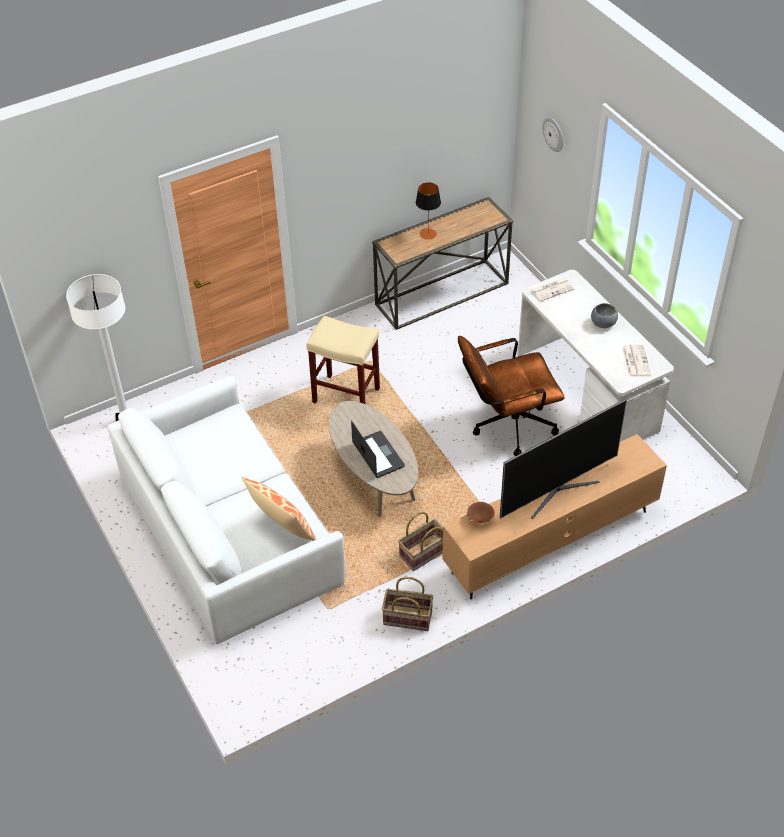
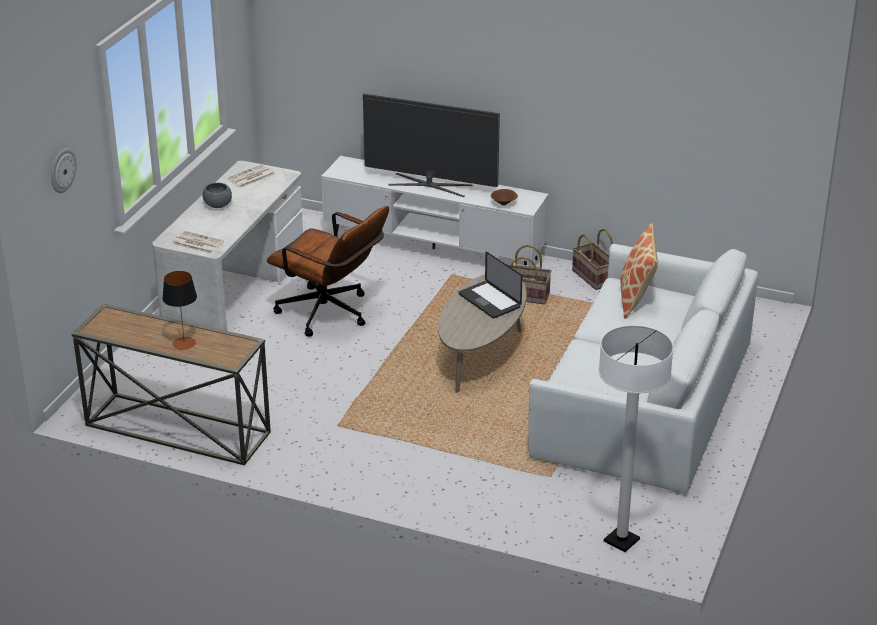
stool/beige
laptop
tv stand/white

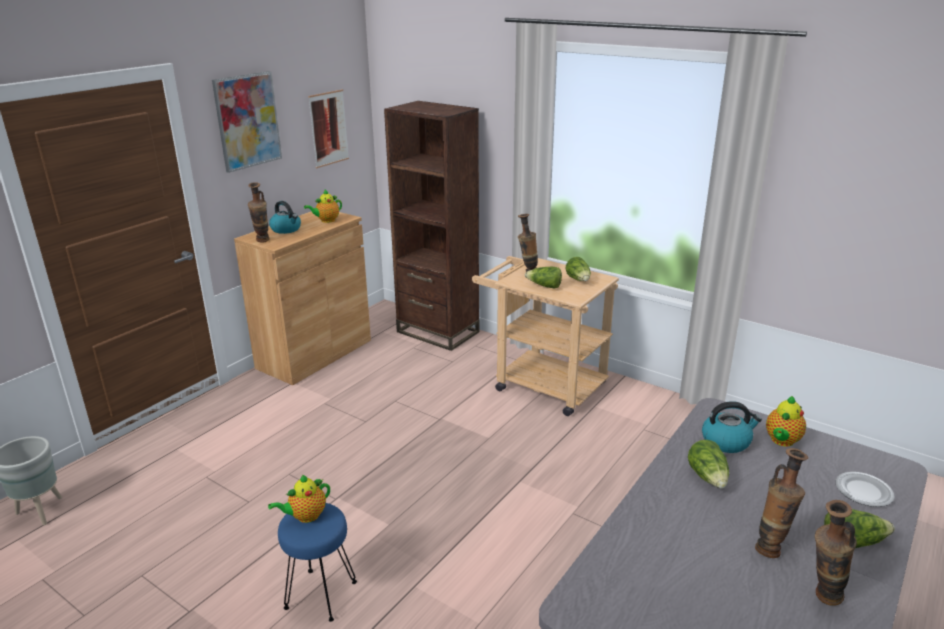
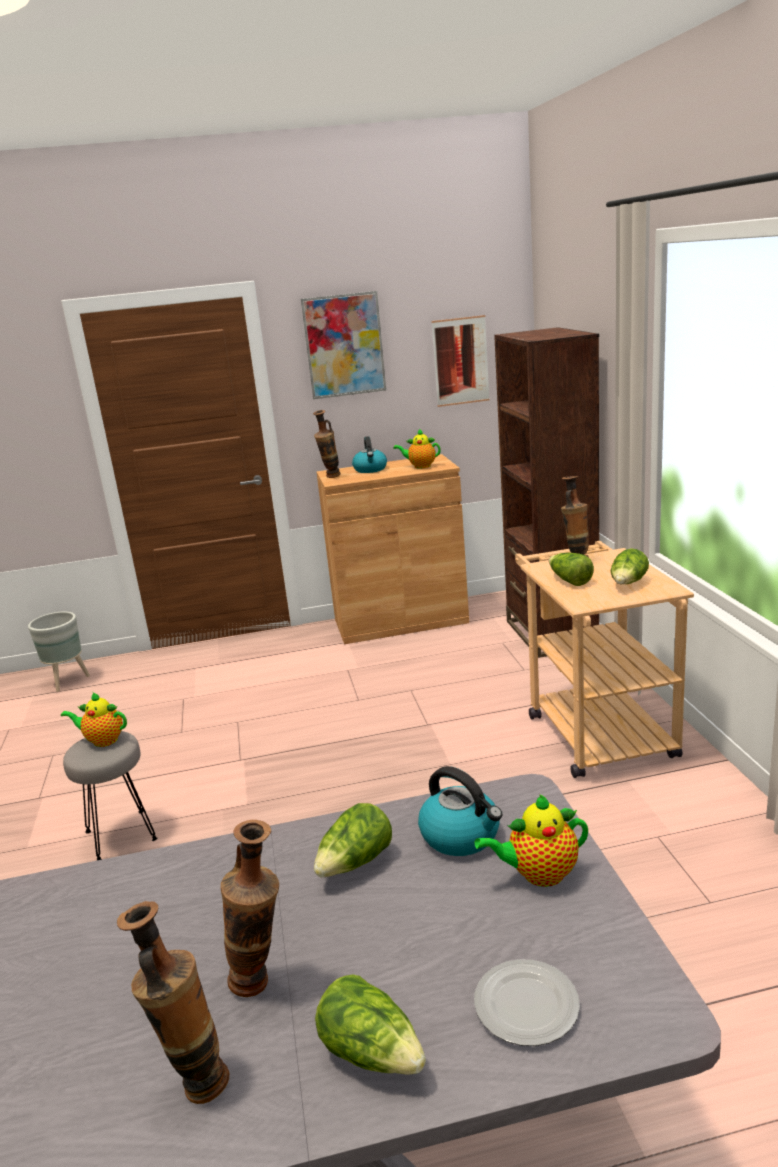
stool/grey

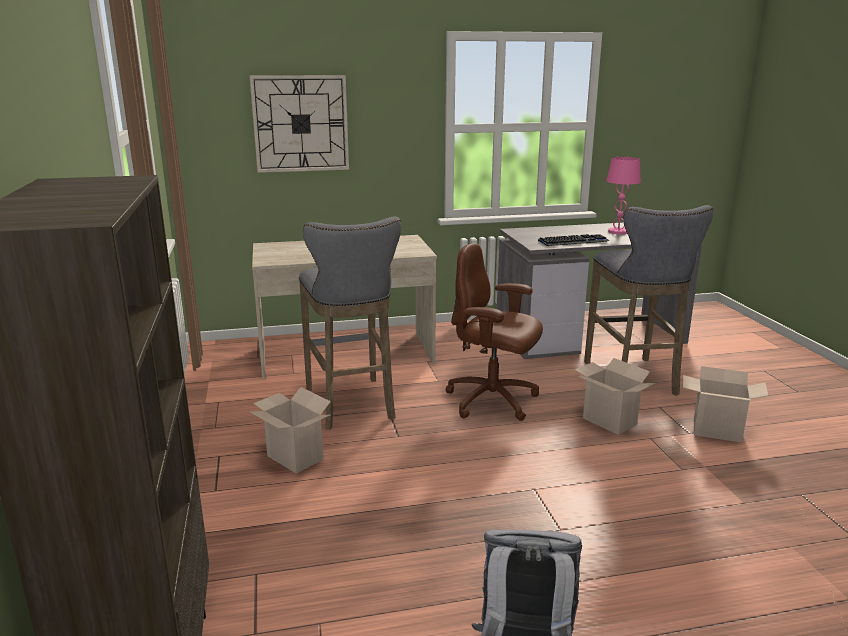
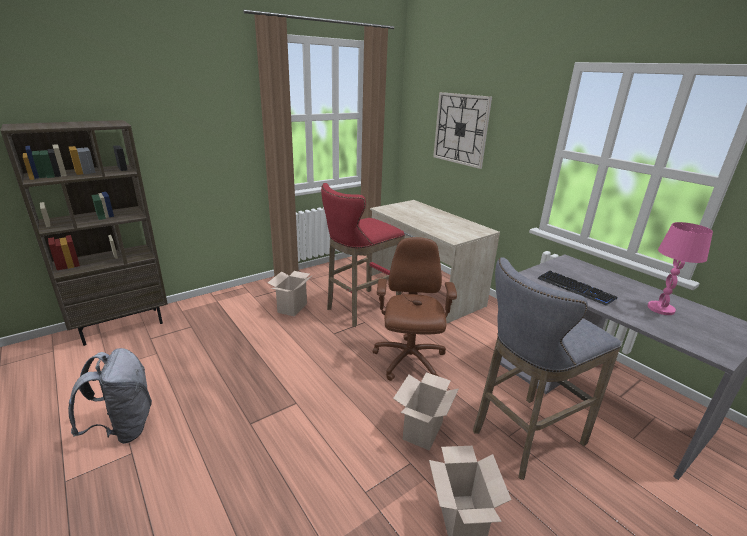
stool/red

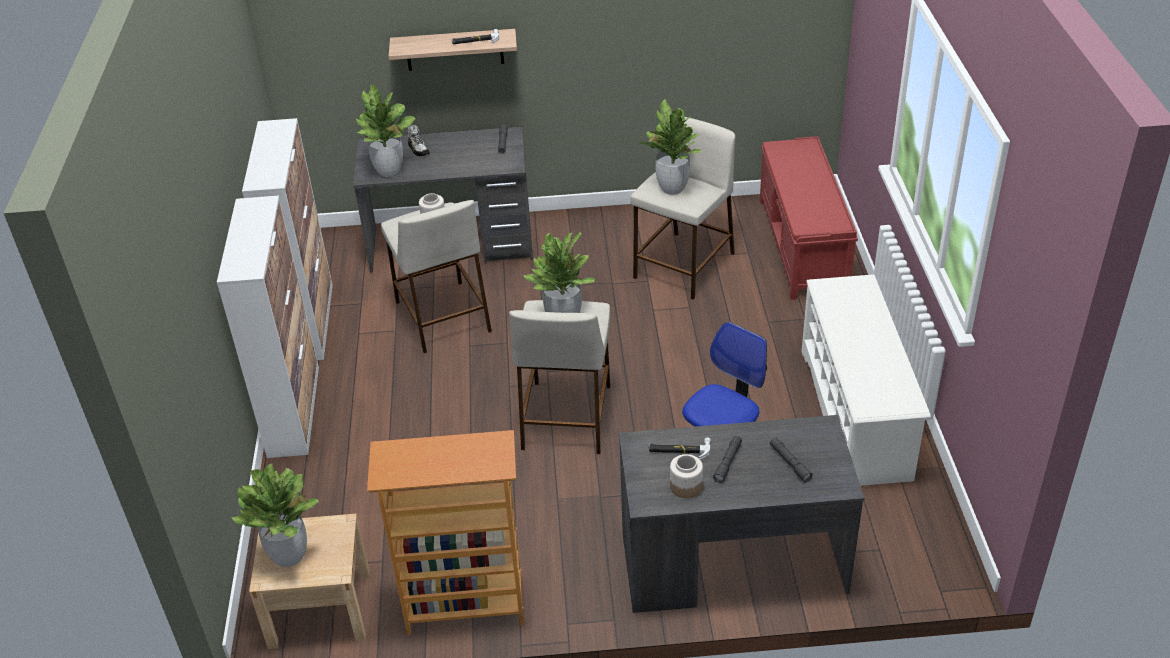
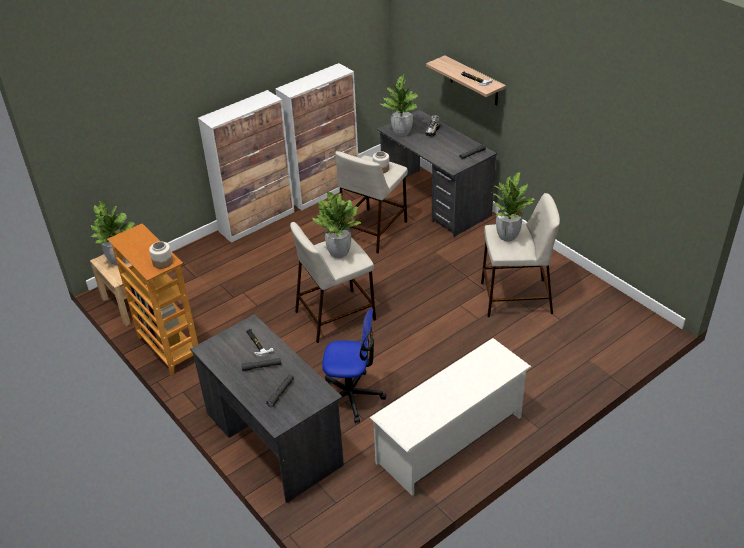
jar (no. 1 from left)
bench/red

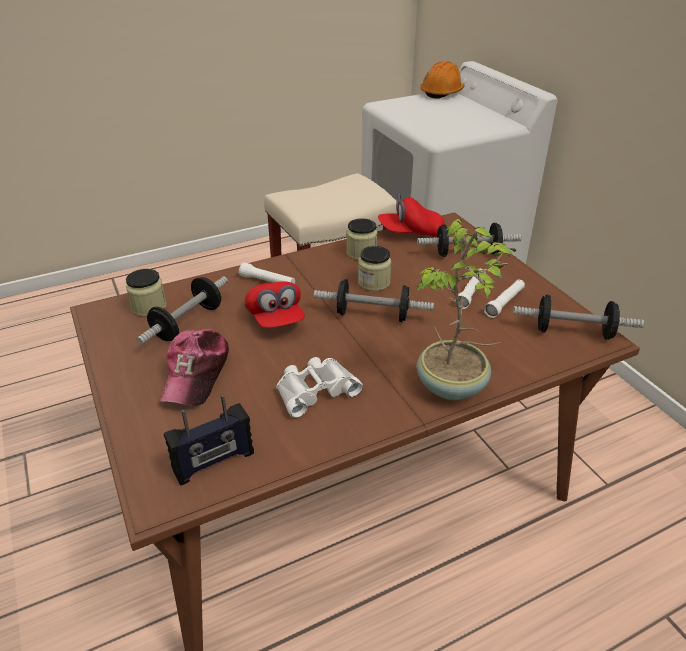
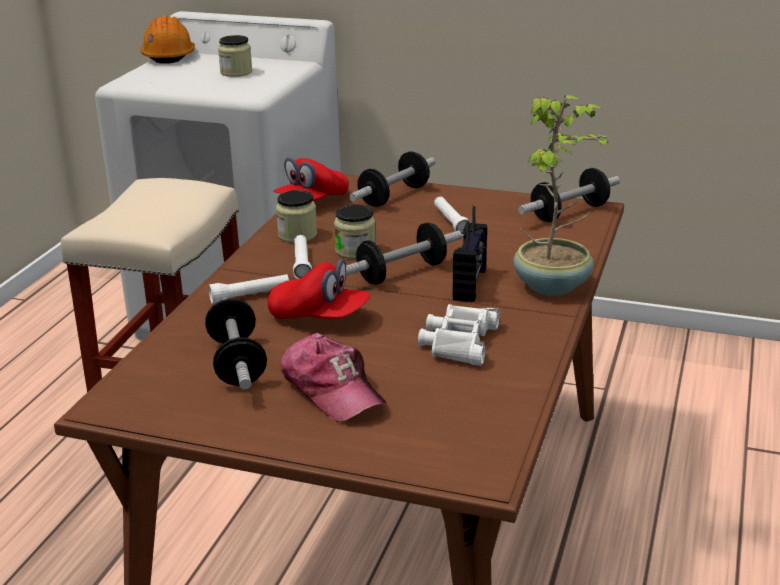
jar (no. 1 from left)
radio
flashlight/white (no. 2 from left)

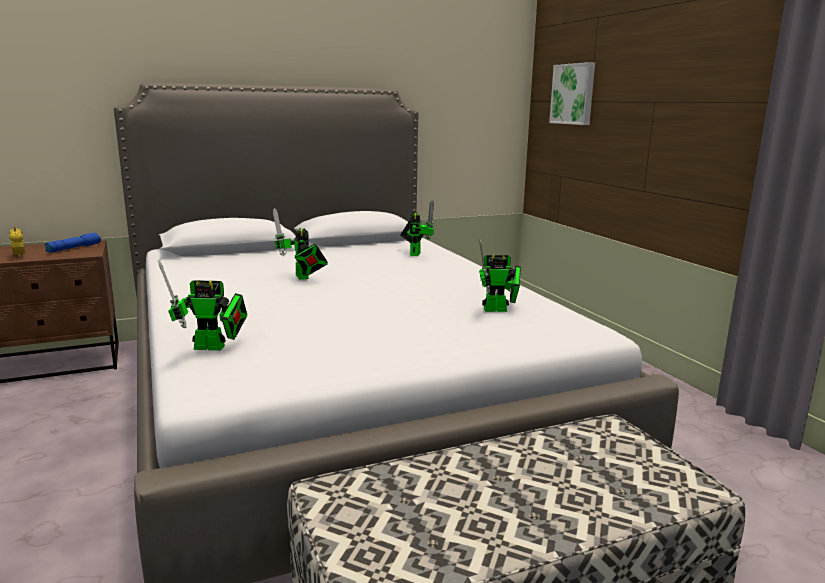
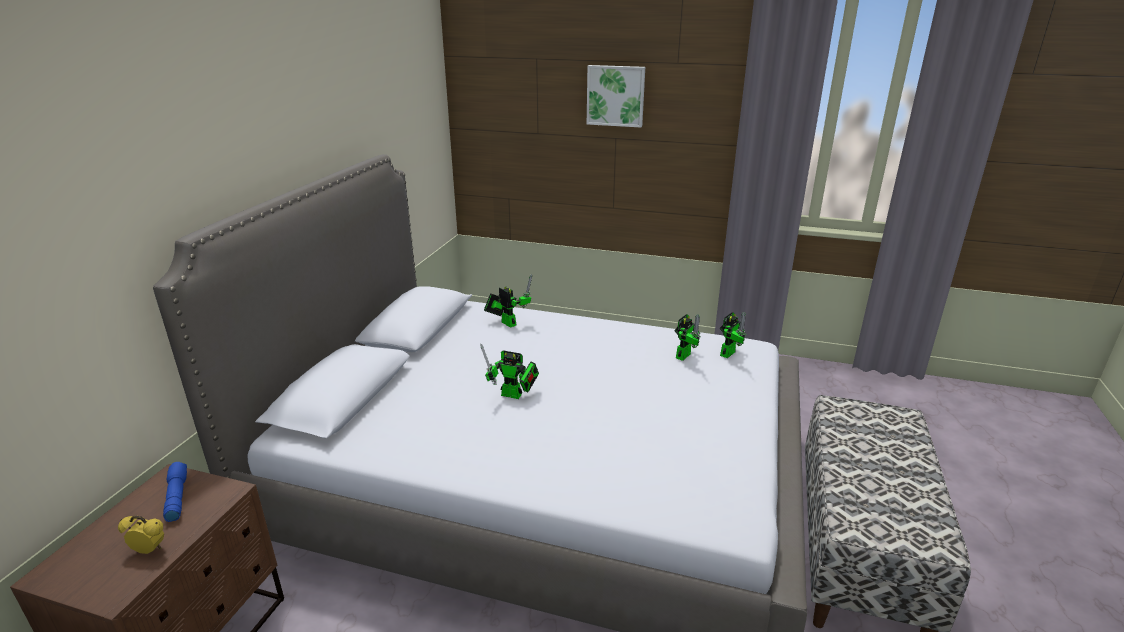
toy robot (no. 4 from left)
picture

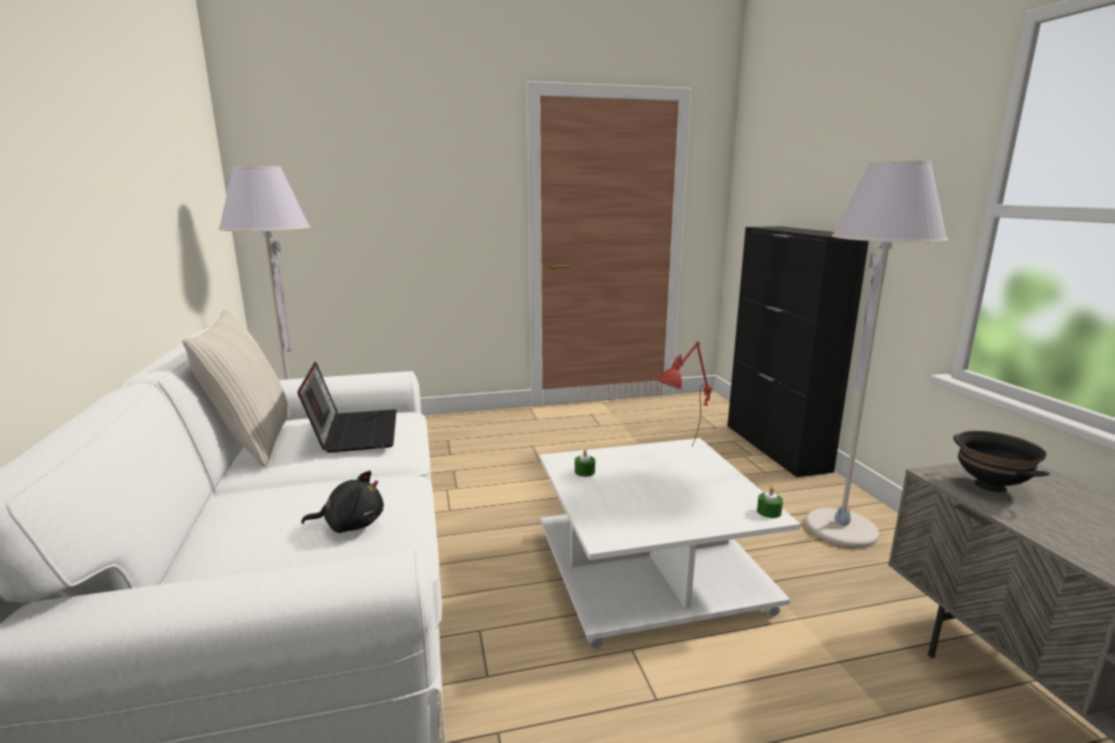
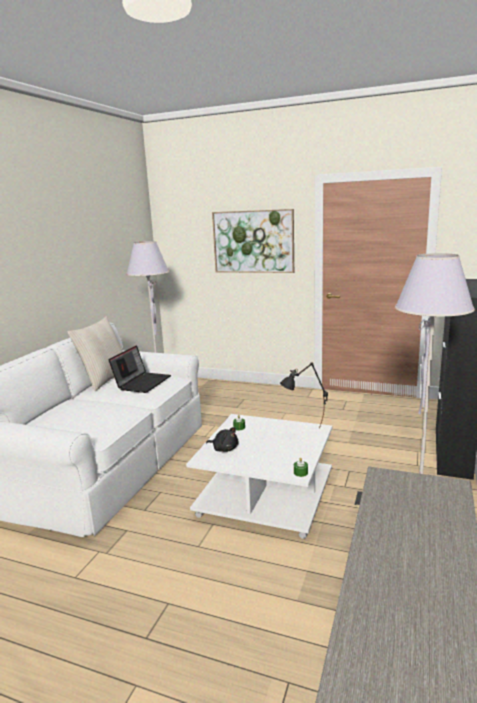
plush toy/black
table lamp/black
bowl/black
picture

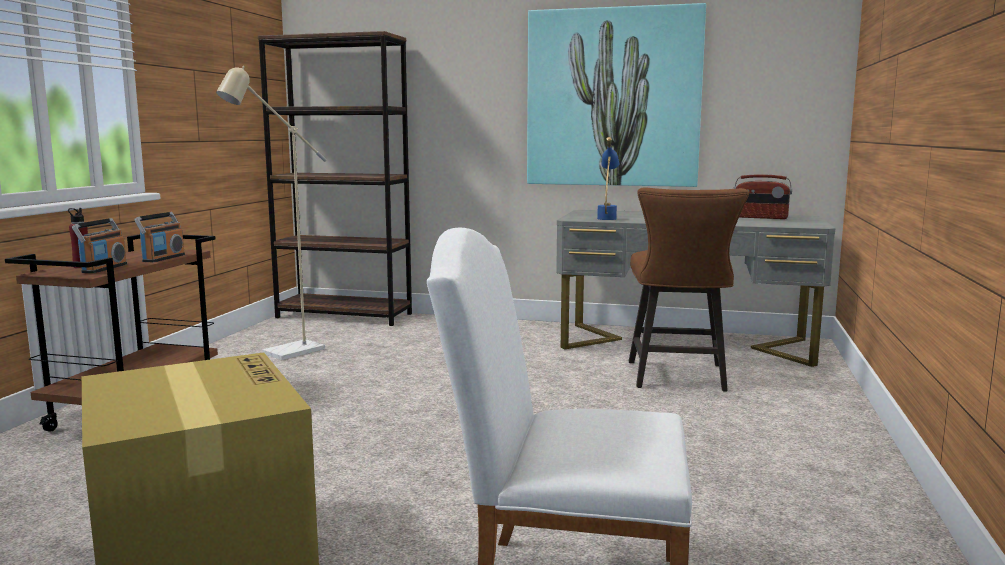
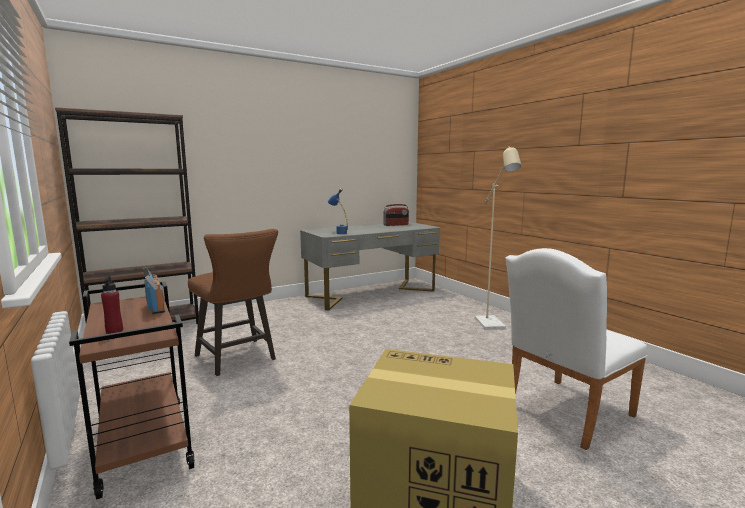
radio (no. 1 from left in the first image)
floor lamp/beige
picture
stool/brown

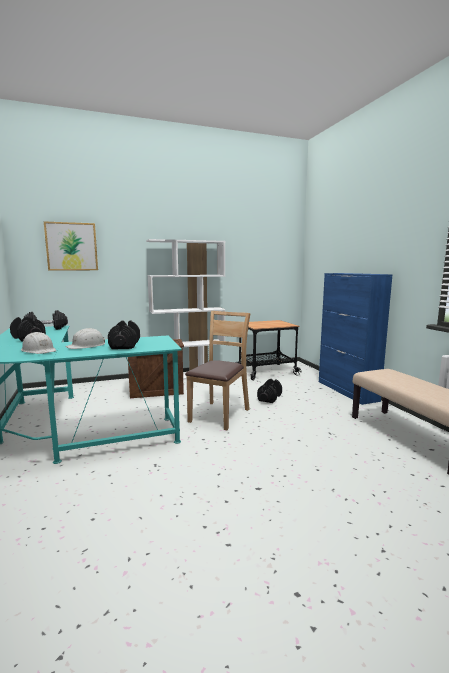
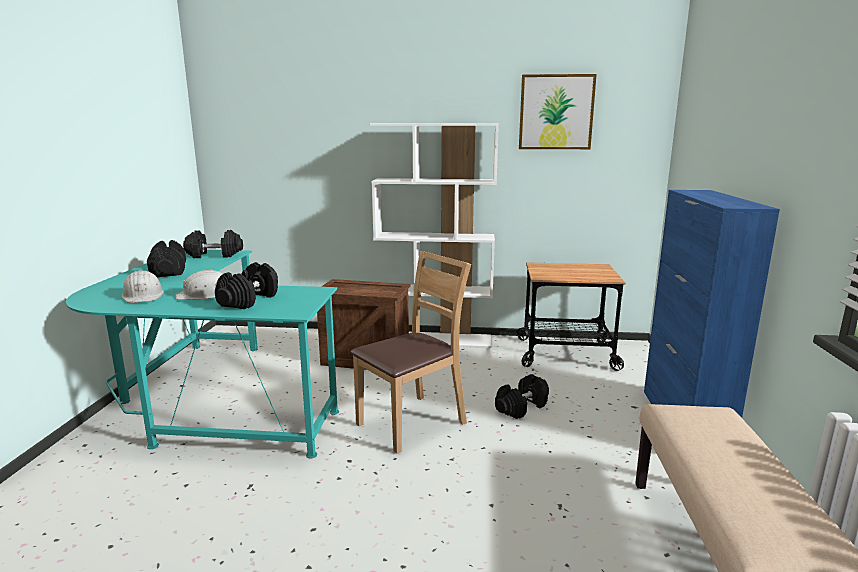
picture

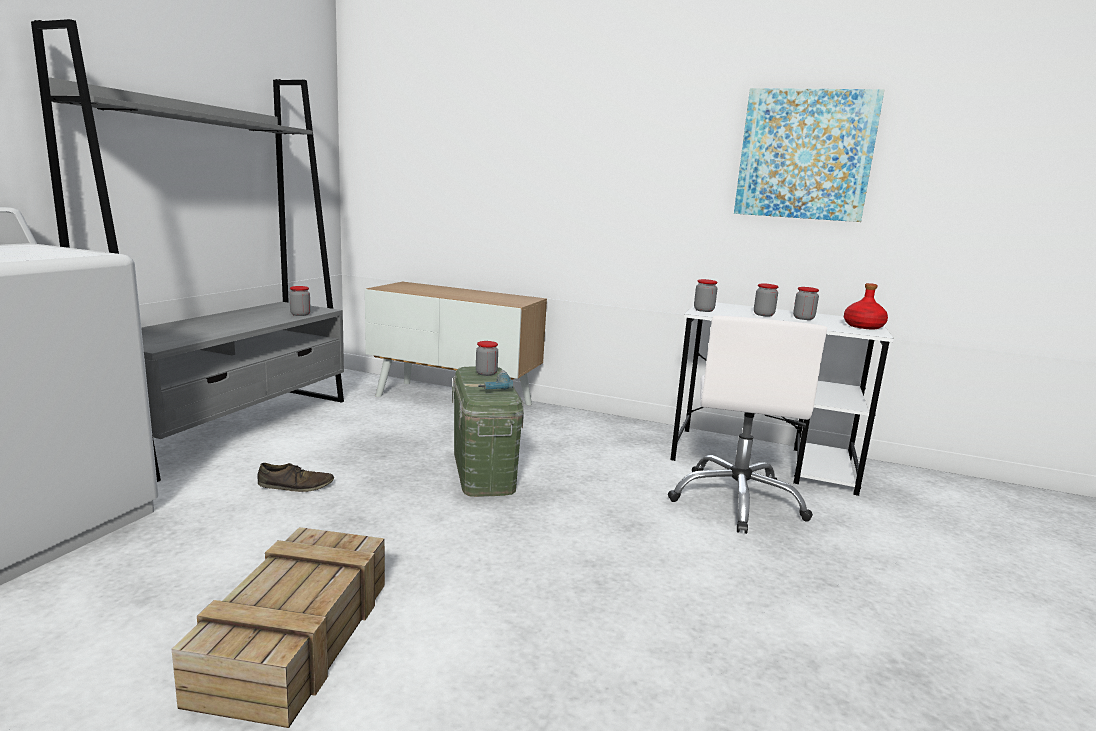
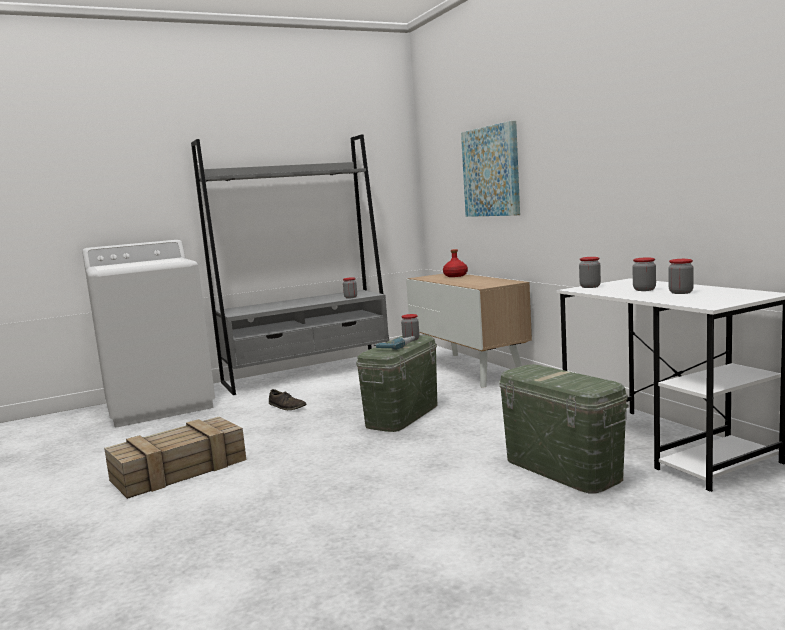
storage box/green (no. 2 from left)
picture
bottle/red

